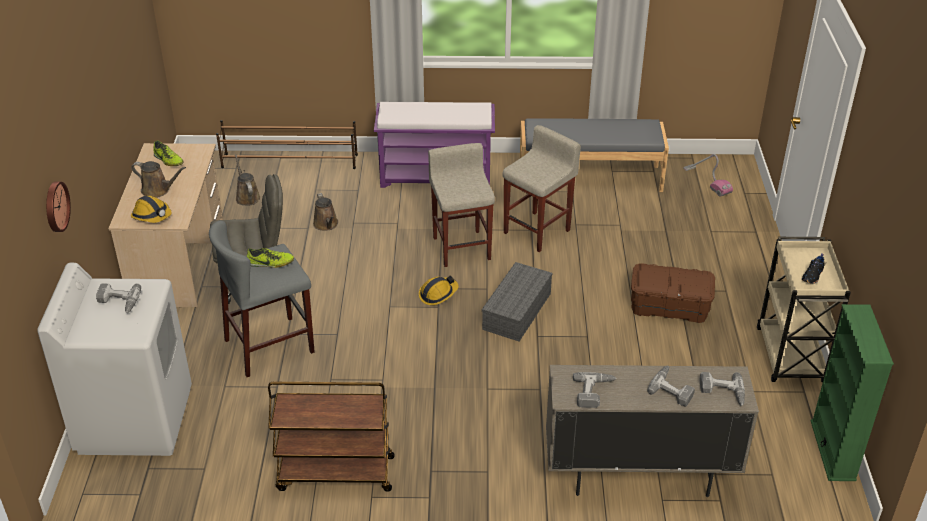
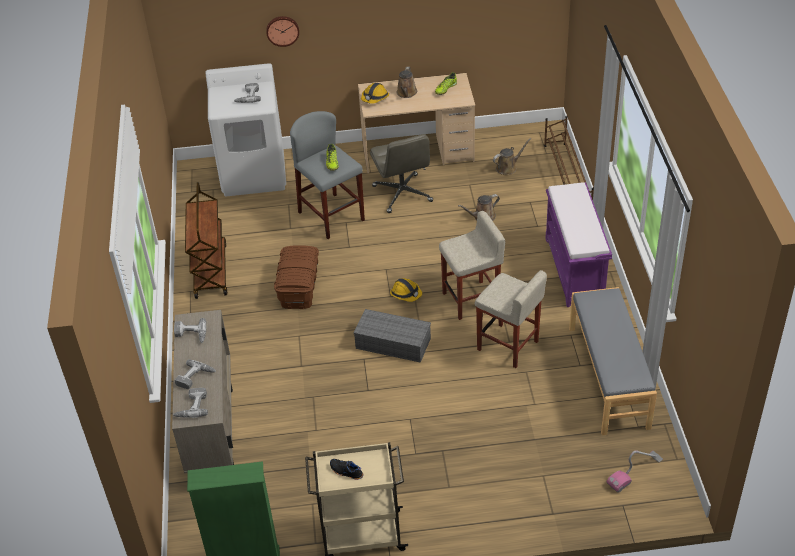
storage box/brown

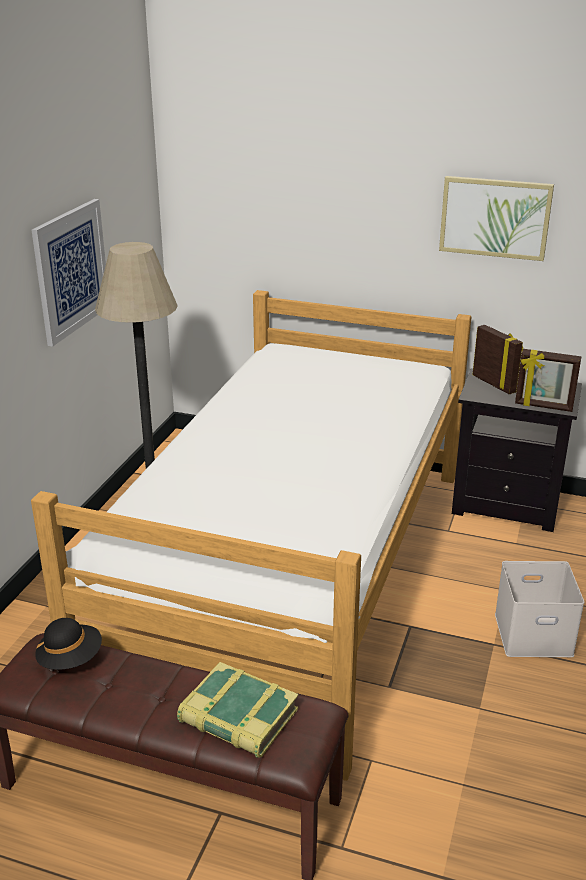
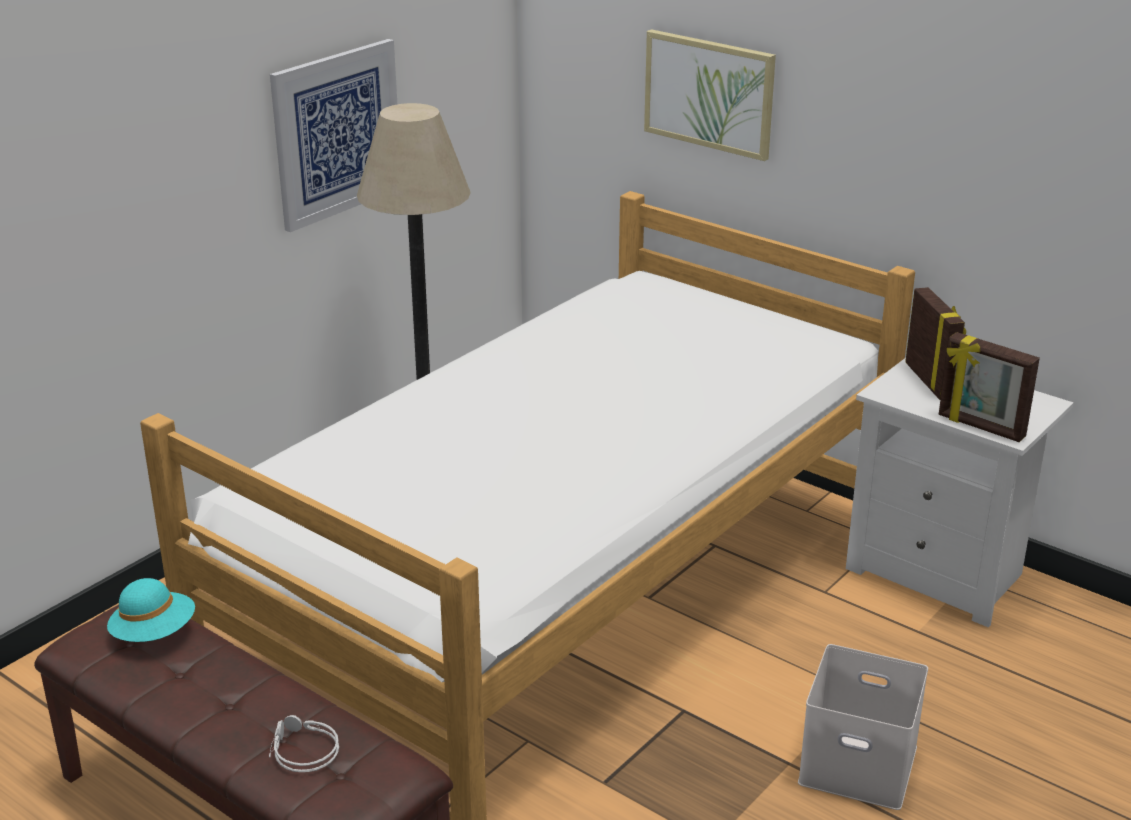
hat/turquoise
headphones/grey
picture (no. 2 from left)
nightstand/white

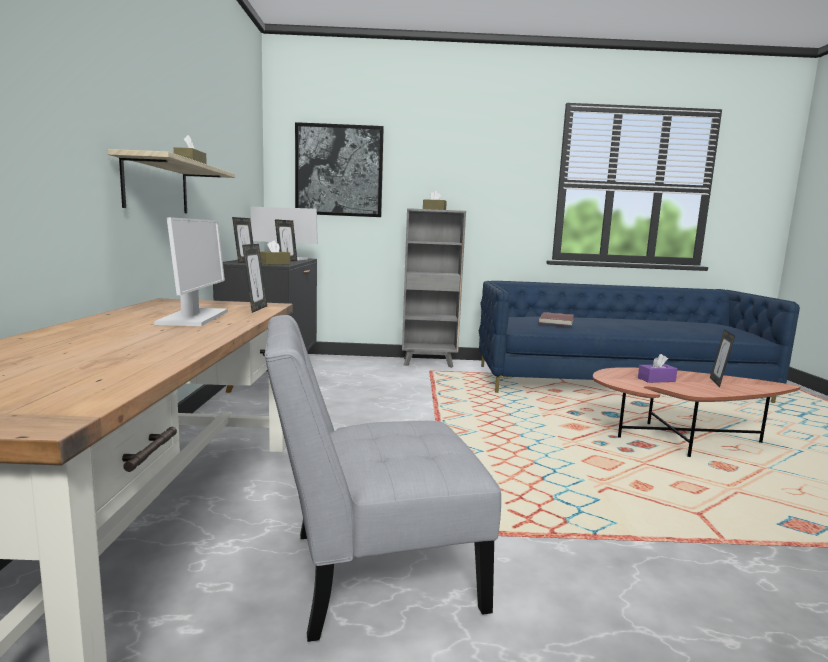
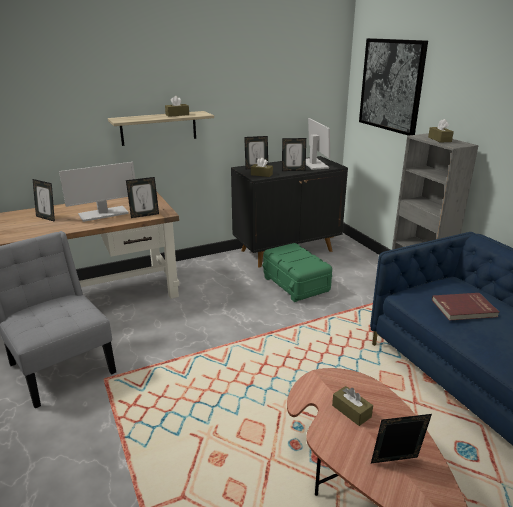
tissue box/brown (no. 3 from left)
picture frame (no. 1 from left)
storage box/green

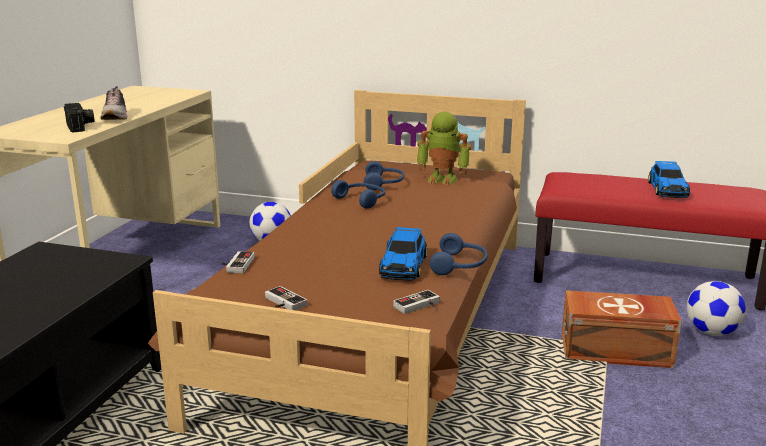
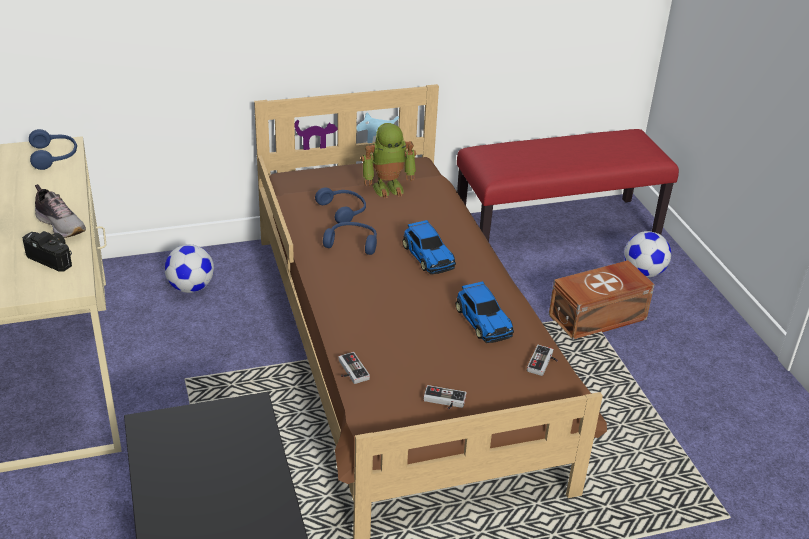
headphones/blue (no. 1 from left)
toy car (no. 1 from left)

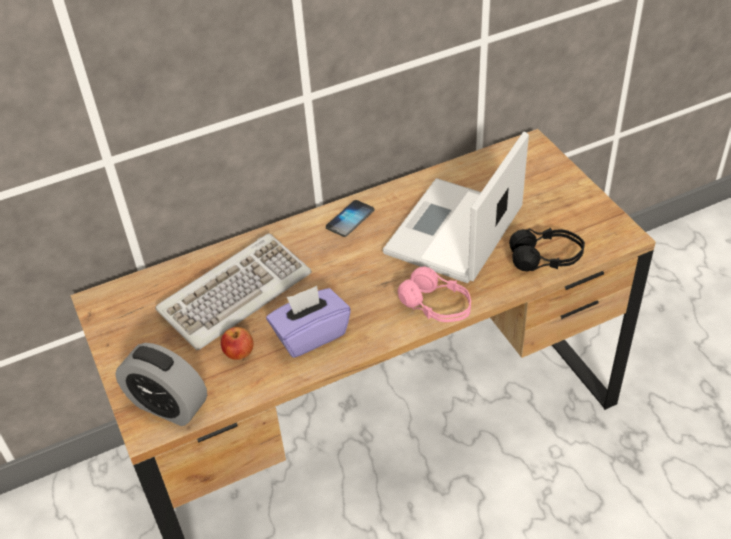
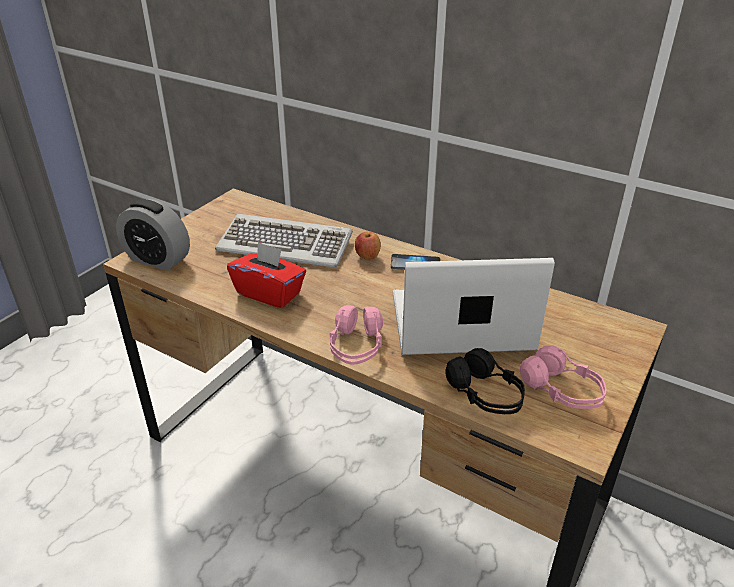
alarm clock
apple
tissue box/red
headphones/pink (no. 2 from left)

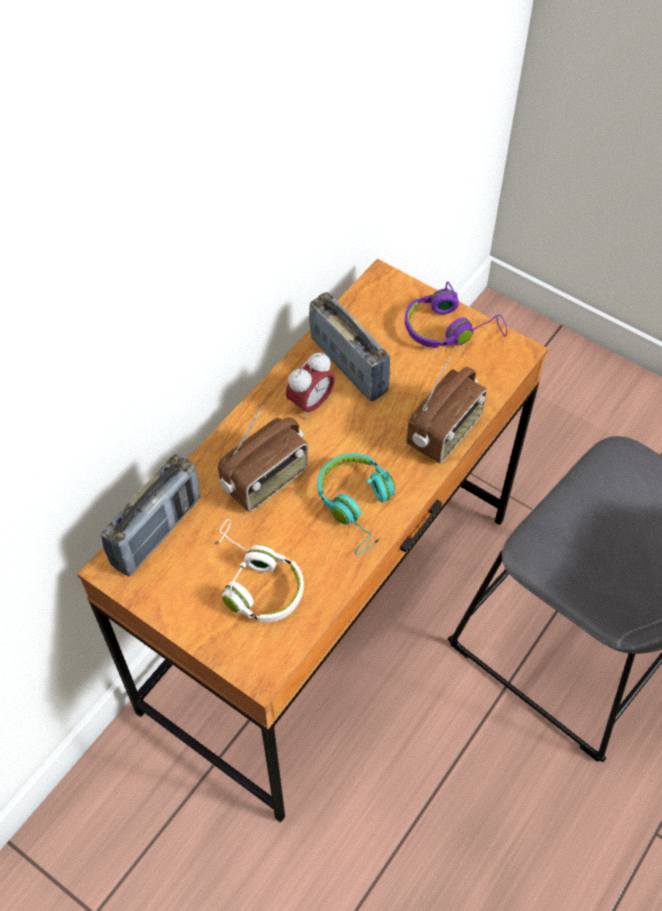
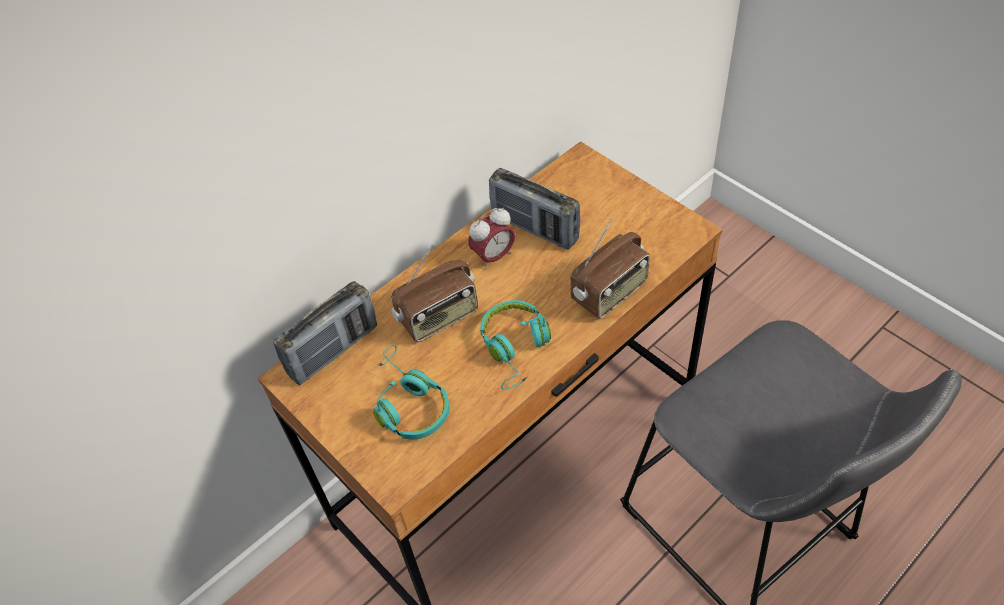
headphones/turquoise (no. 1 from left)
radio (no. 3 from left)
headphones/purple

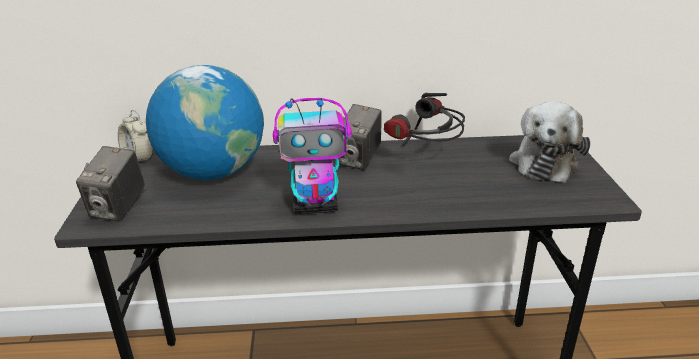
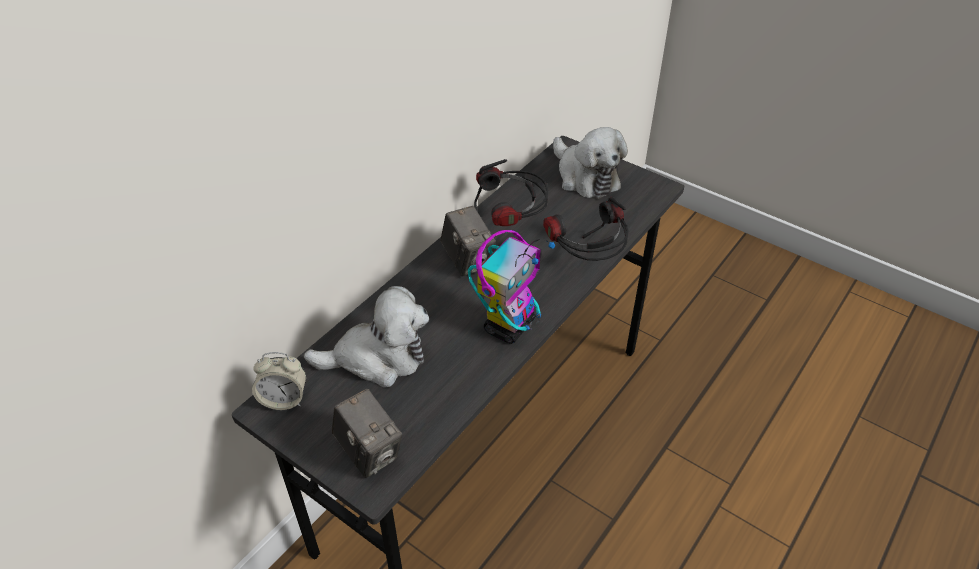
plush toy (no. 1 from left)
headphones (no. 2 from left)

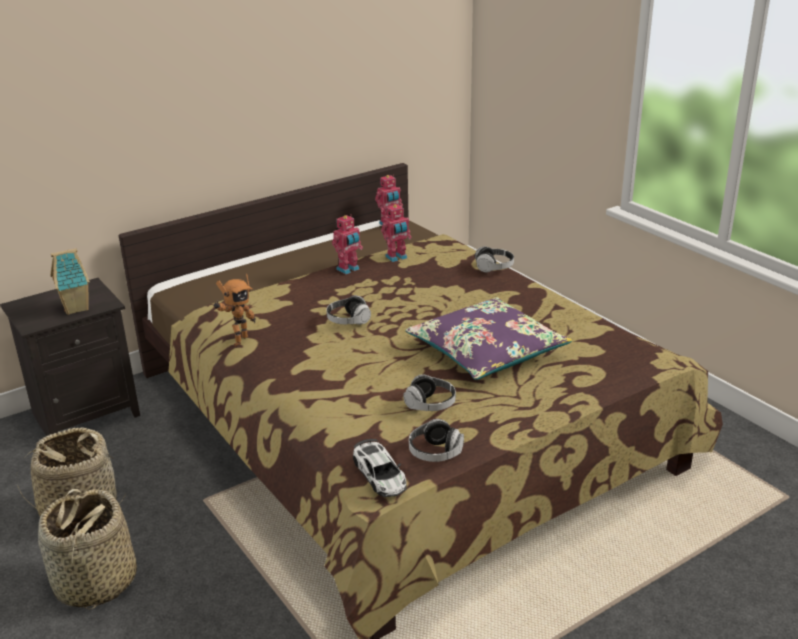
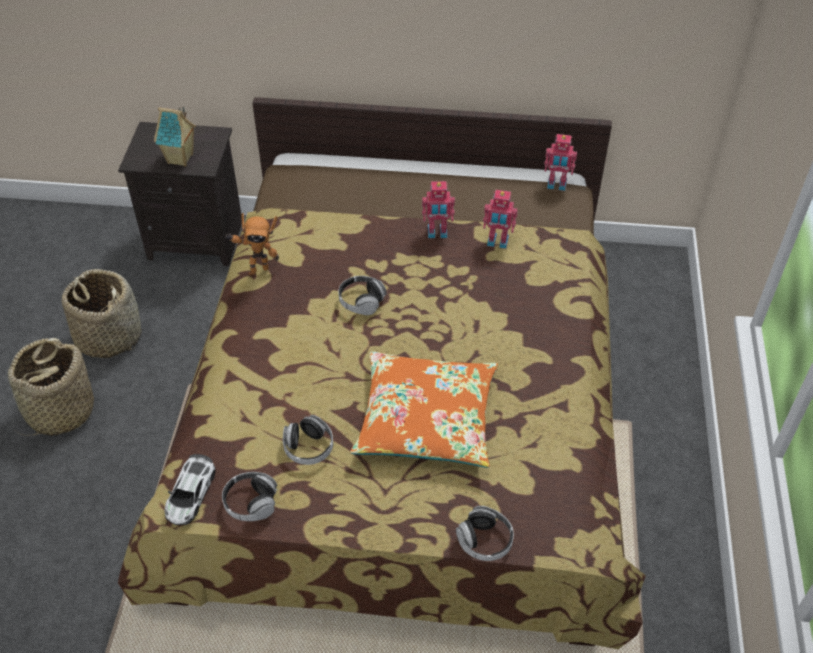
pillow/orange
headphones (no. 4 from left)

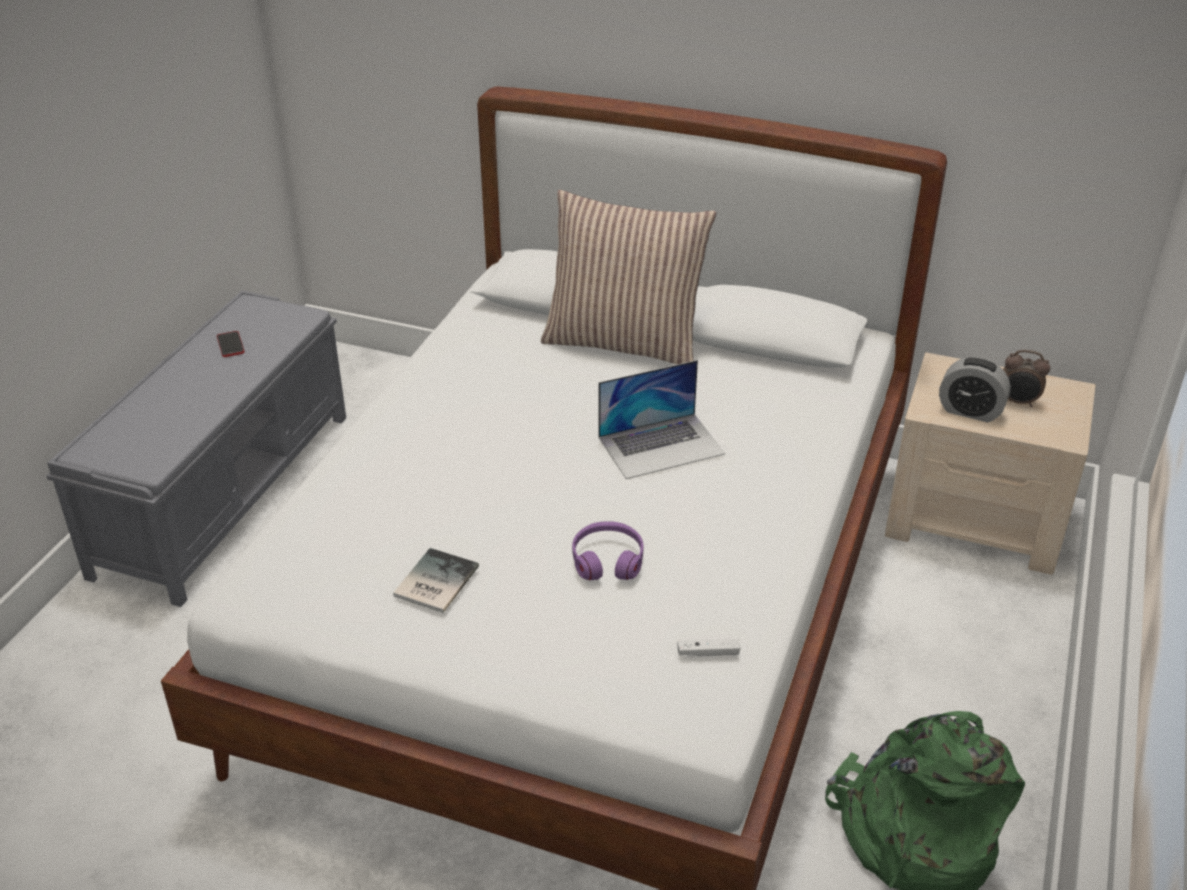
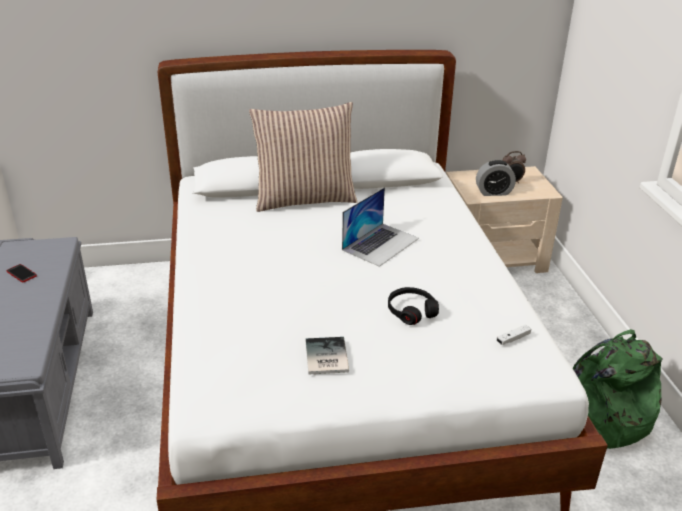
headphones/black

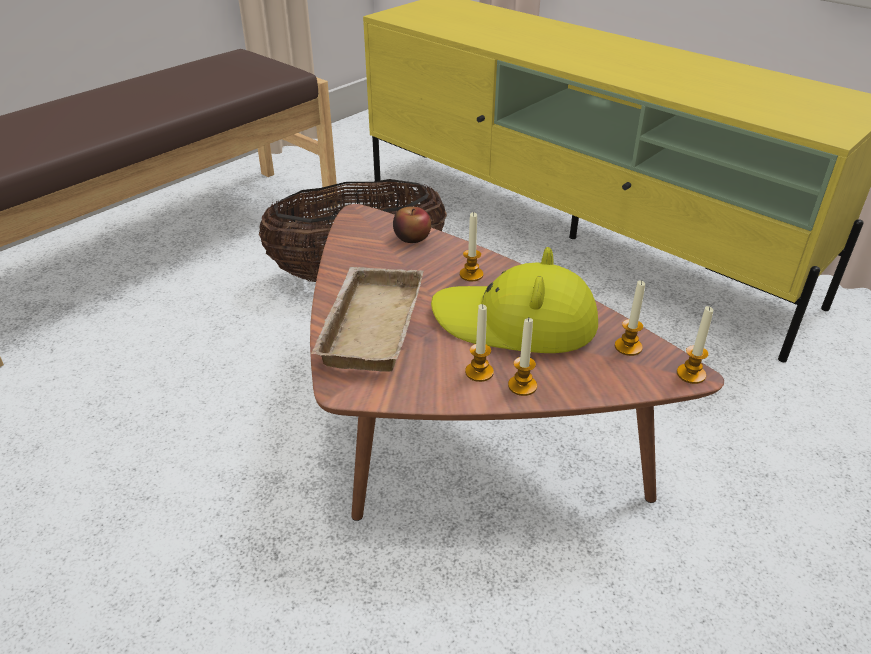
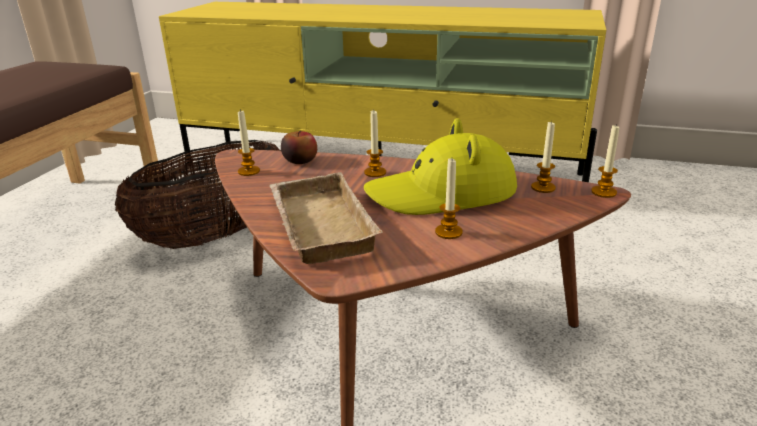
candle (no. 1 from left)

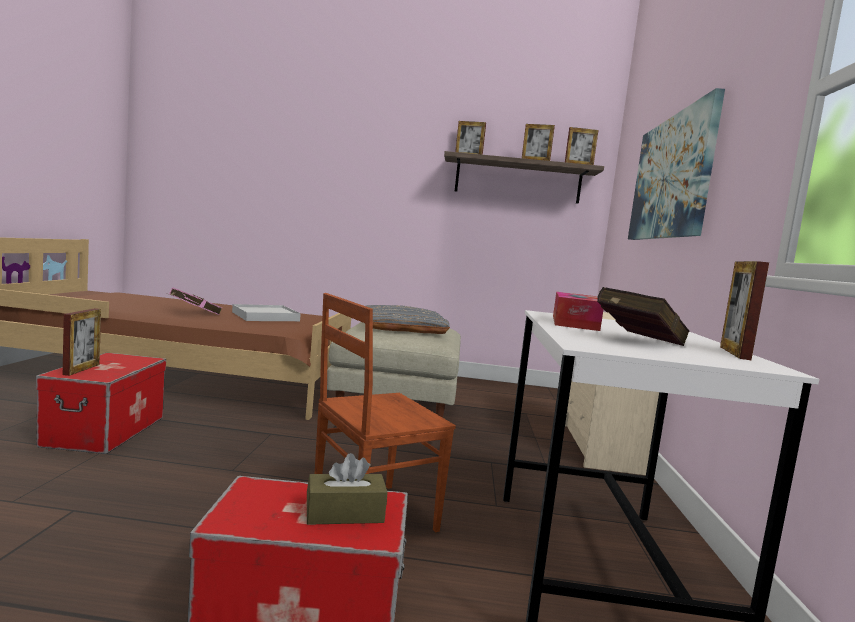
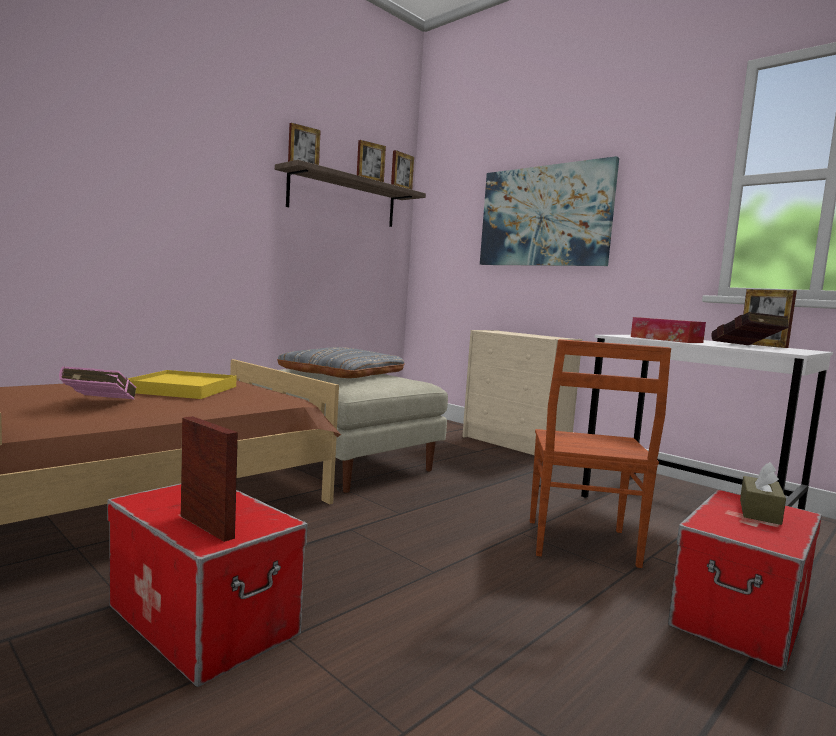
tray/yellow

